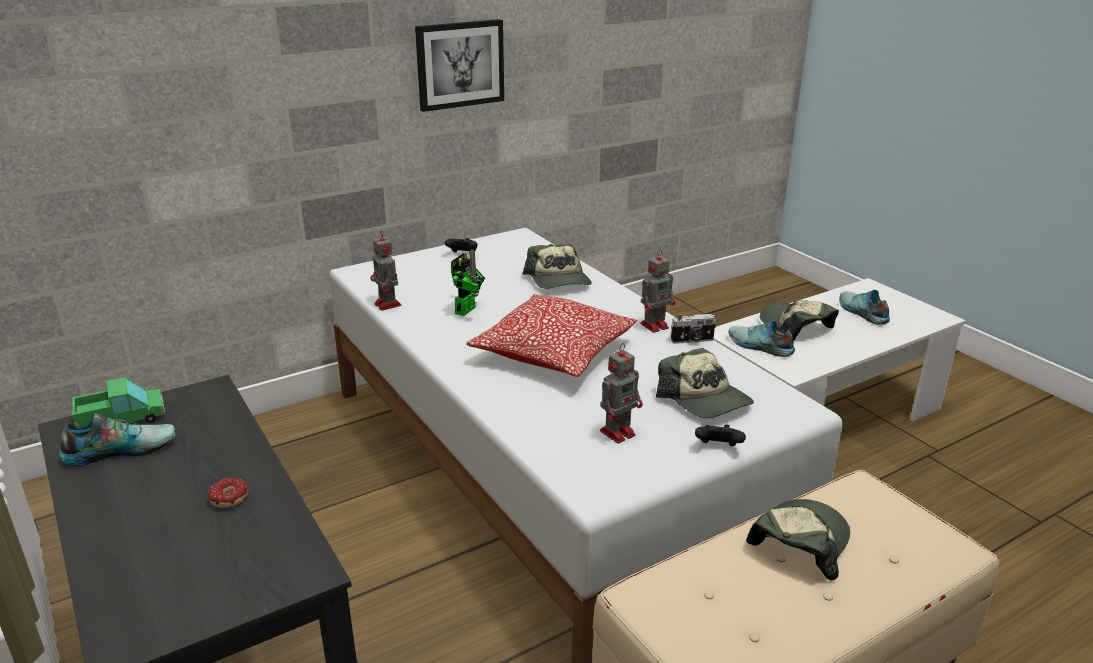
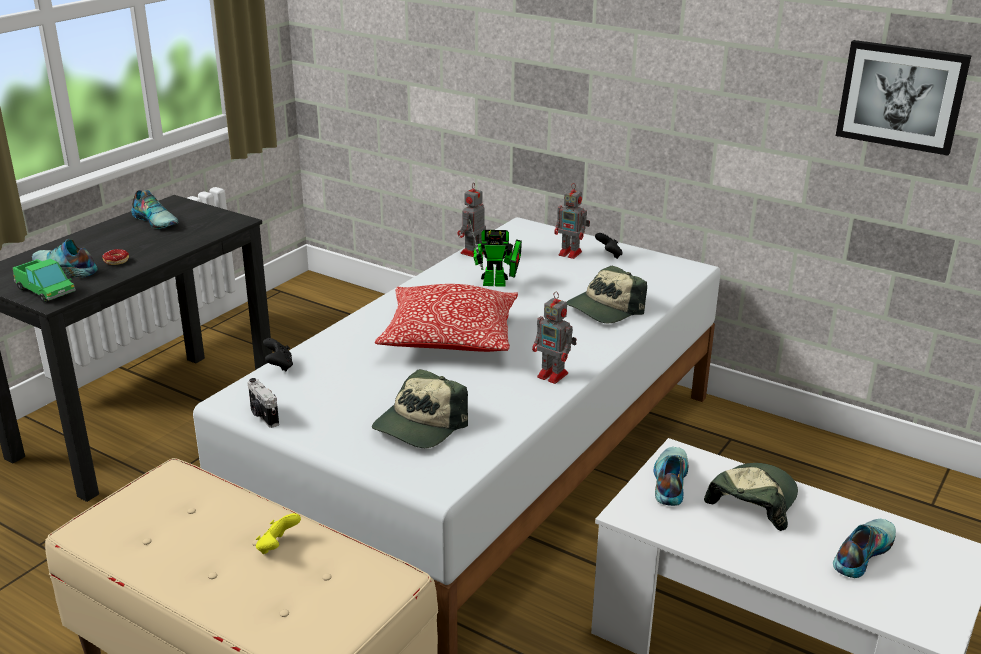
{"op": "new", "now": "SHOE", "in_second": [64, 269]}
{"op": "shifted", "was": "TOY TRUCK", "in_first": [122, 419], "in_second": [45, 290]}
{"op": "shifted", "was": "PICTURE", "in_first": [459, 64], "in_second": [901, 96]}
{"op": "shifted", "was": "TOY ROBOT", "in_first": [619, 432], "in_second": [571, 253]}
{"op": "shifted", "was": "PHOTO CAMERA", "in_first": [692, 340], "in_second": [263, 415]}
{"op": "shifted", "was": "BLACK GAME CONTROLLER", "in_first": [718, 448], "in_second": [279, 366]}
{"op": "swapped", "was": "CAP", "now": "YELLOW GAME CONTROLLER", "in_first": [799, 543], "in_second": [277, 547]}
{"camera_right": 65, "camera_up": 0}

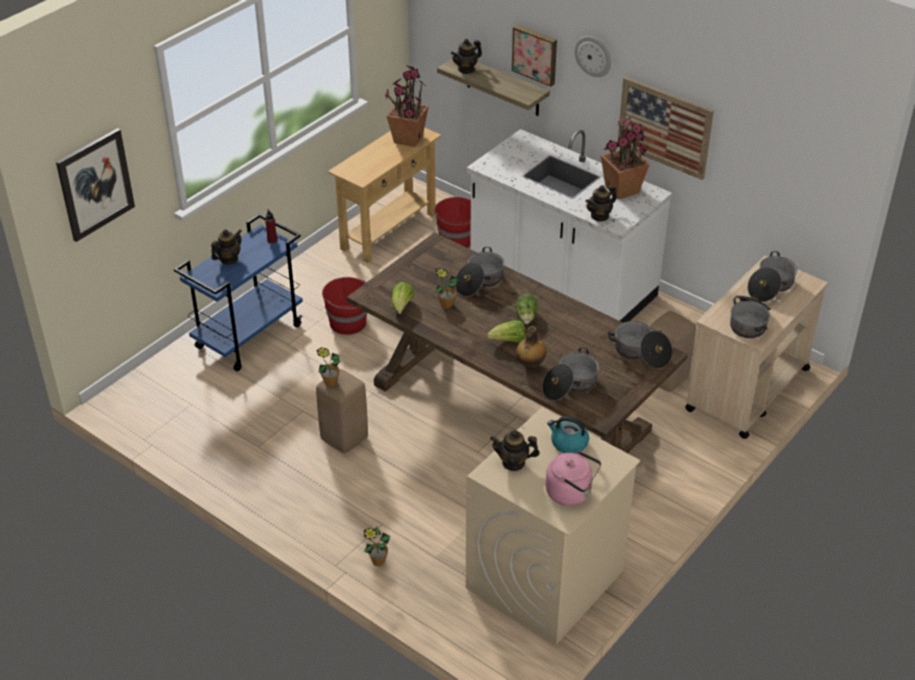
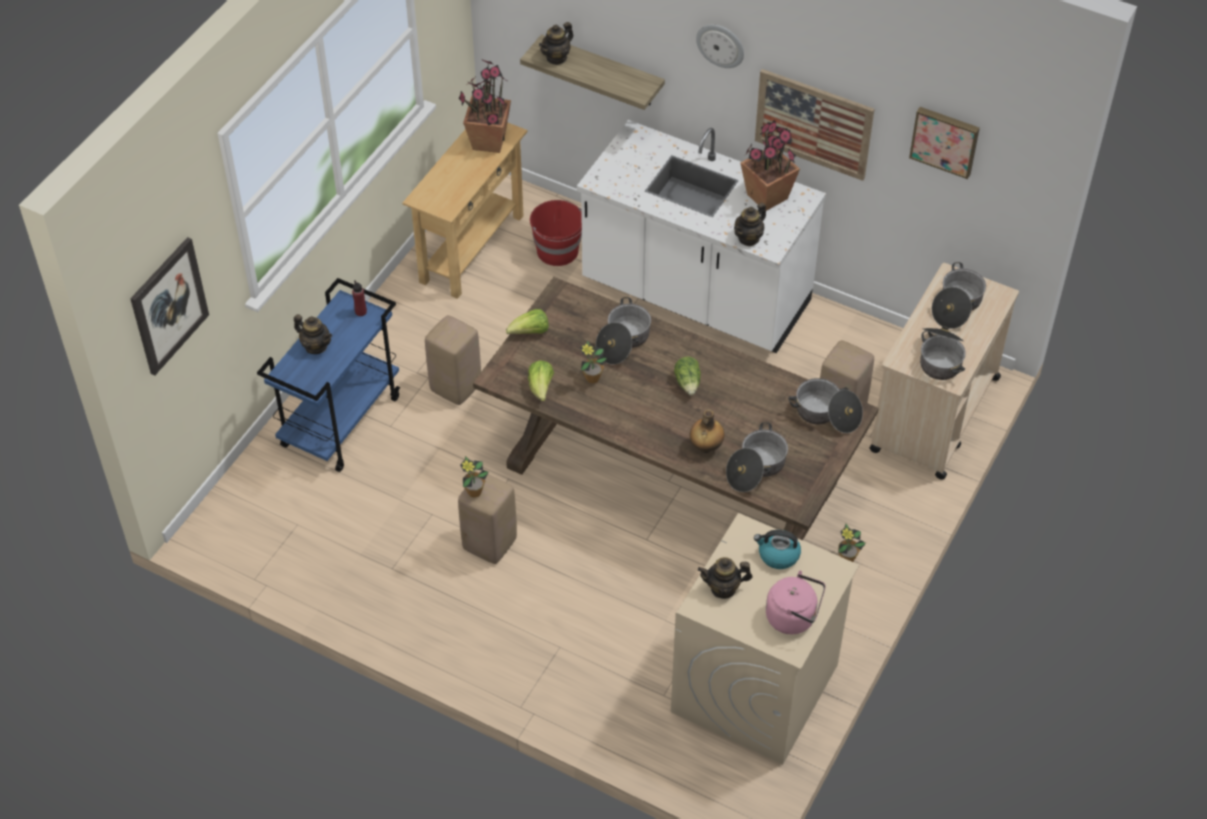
{"op": "shifted", "was": "POTTED PLANT", "in_first": [378, 561], "in_second": [847, 558]}
{"op": "shifted", "was": "LETTUCE", "in_first": [508, 341], "in_second": [530, 332]}
{"op": "shifted", "was": "PICTURE", "in_first": [535, 54], "in_second": [945, 140]}
{"op": "swapped", "was": "RED BUCKET", "now": "BEIGE STOOL", "in_first": [348, 323], "in_second": [455, 386]}
{"op": "rotated", "was": "TEAPOT", "in_first": [228, 259], "in_second": [316, 346], "clockwise": 90}
{"camera_right": -10, "camera_up": 10}

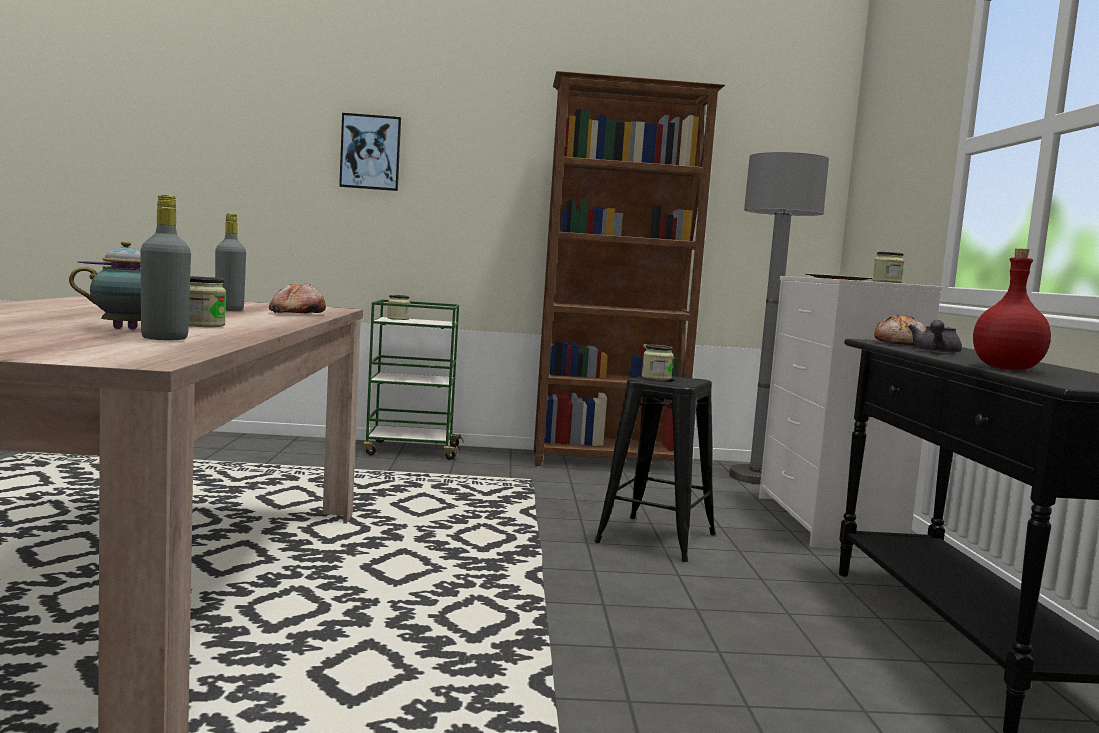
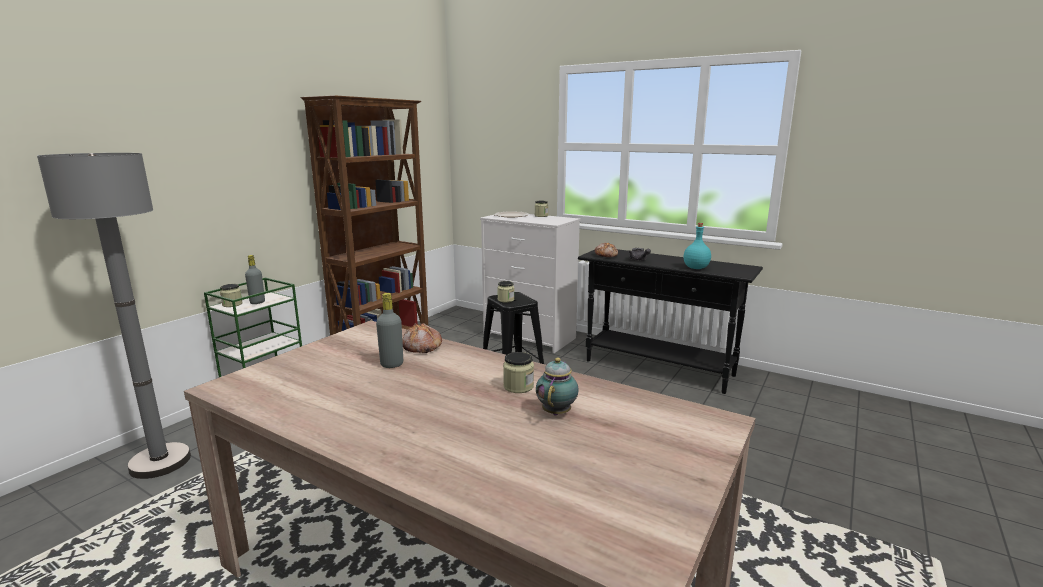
{"op": "gone", "was": "PICTURE", "in_first": [370, 152]}
{"op": "shifted", "was": "GREY BOTTLE", "in_first": [164, 338], "in_second": [257, 302]}
{"op": "shifted", "was": "GREY FLOOR LAMP", "in_first": [756, 477], "in_second": [160, 462]}
{"op": "repainted", "was": "RED BOTTLE", "now": "TURQUOISE BOTTLE", "in_first": [1005, 368], "in_second": [695, 268]}
{"camera_right": -55, "camera_up": 10}

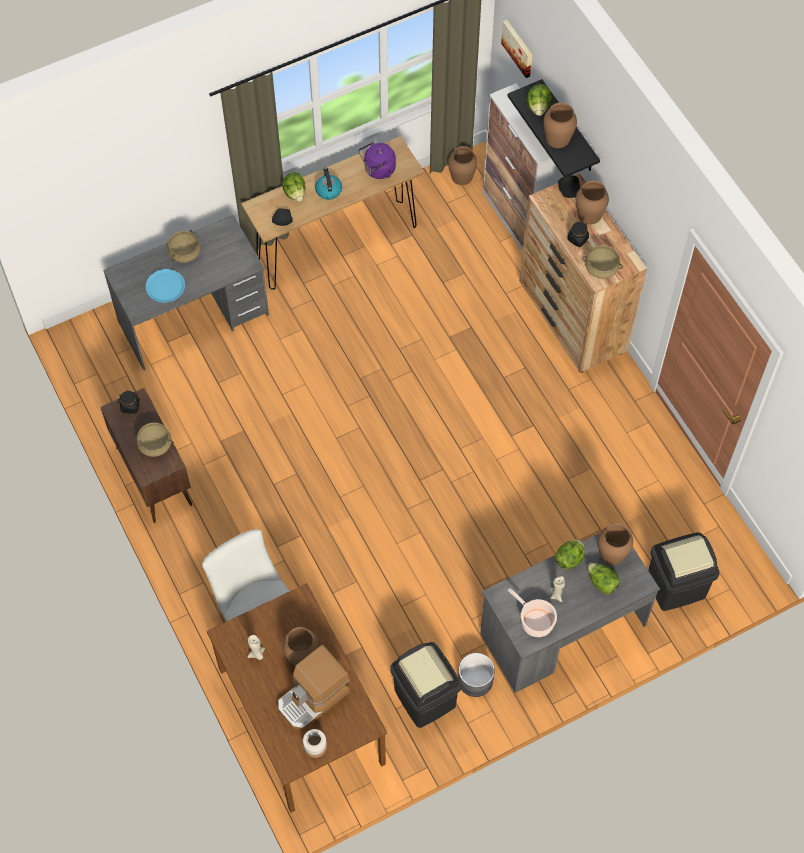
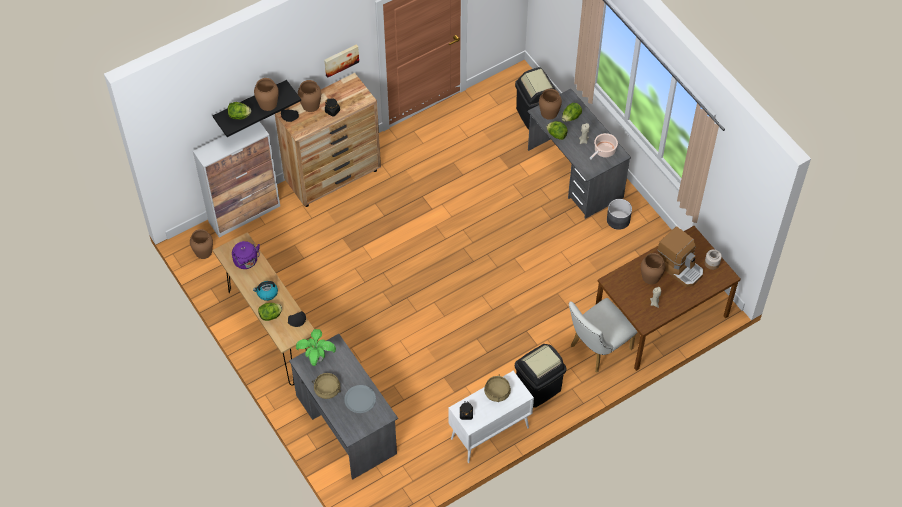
{"op": "gone", "was": "BEIGE COOKING POT", "in_first": [601, 268]}
{"op": "new", "now": "POTTED PLANT", "in_second": [317, 358]}
{"op": "shifted", "was": "BLACK TRASH CAN", "in_first": [424, 698], "in_second": [538, 388]}
{"op": "shifted", "was": "PICTURE", "in_first": [518, 48], "in_second": [341, 59]}
{"op": "repainted", "was": "BROWN CABINET", "now": "WHITE CABINET", "in_first": [153, 475], "in_second": [489, 434]}
{"op": "repainted", "was": "BLUE PLATE", "now": "GREY PLATE", "in_first": [165, 286], "in_second": [360, 399]}
{"camera_right": -95, "camera_up": -5}

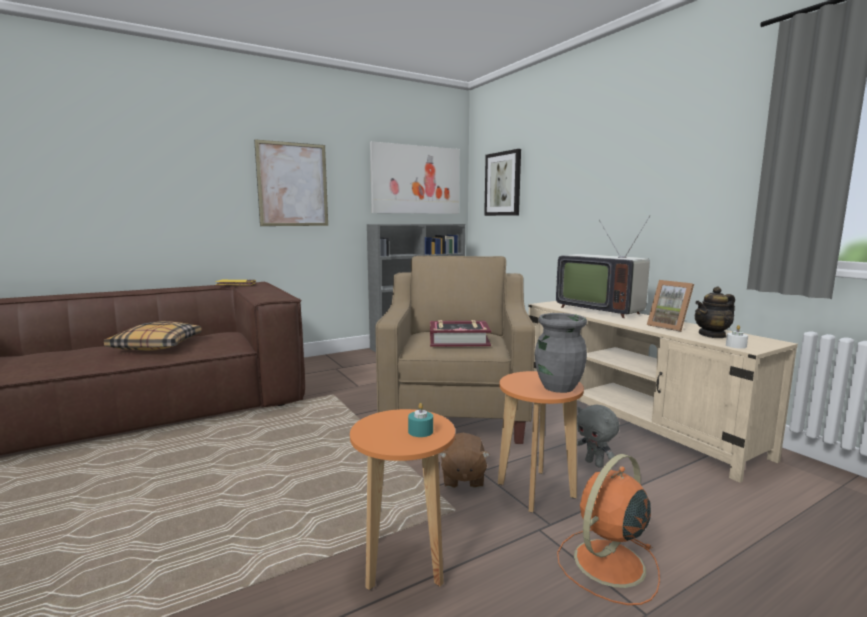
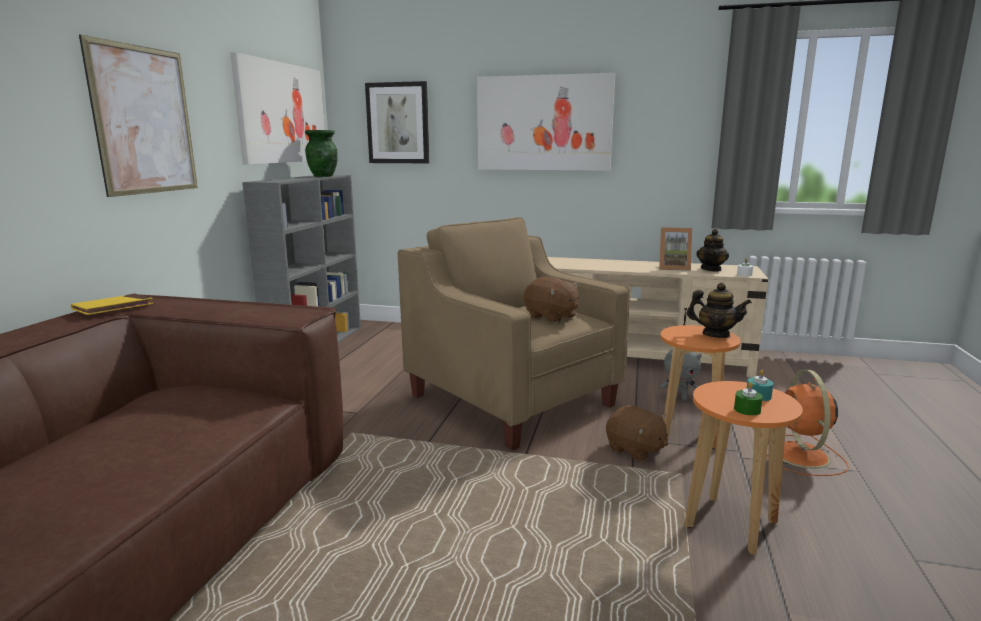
{"op": "gone", "was": "PILLOW", "in_first": [156, 346]}
{"op": "gone", "was": "TELEVISION", "in_first": [599, 310]}
{"op": "new", "now": "GREEN VASE", "in_second": [323, 176]}
{"op": "new", "now": "PICTURE", "in_second": [544, 123]}
{"op": "new", "now": "GREEN CANDLE", "in_second": [747, 410]}
{"op": "swapped", "was": "BOOK", "now": "BROWN PLUSH TOY", "in_first": [459, 340], "in_second": [551, 317]}
{"op": "swapped", "was": "GREY VASE", "now": "TEAPOT", "in_first": [558, 387], "in_second": [715, 335]}
{"camera_right": -45, "camera_up": 5}

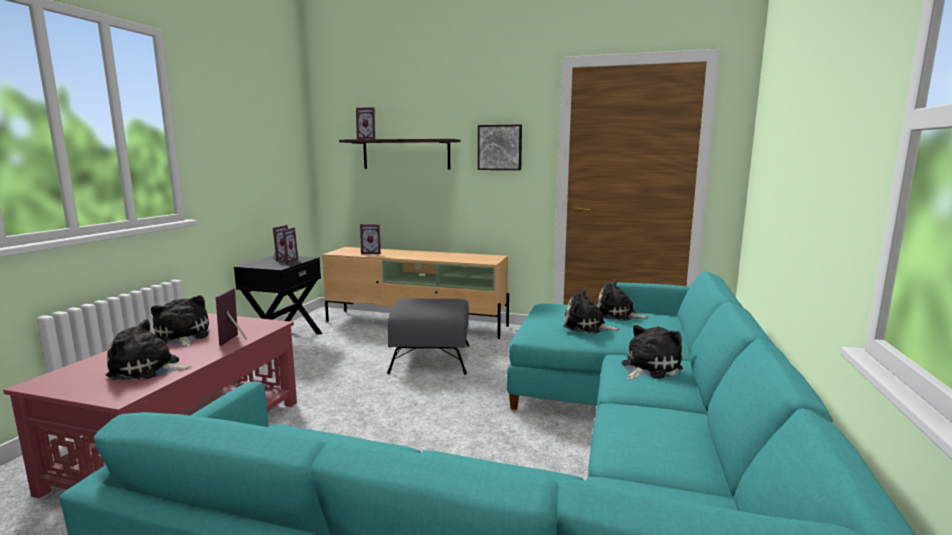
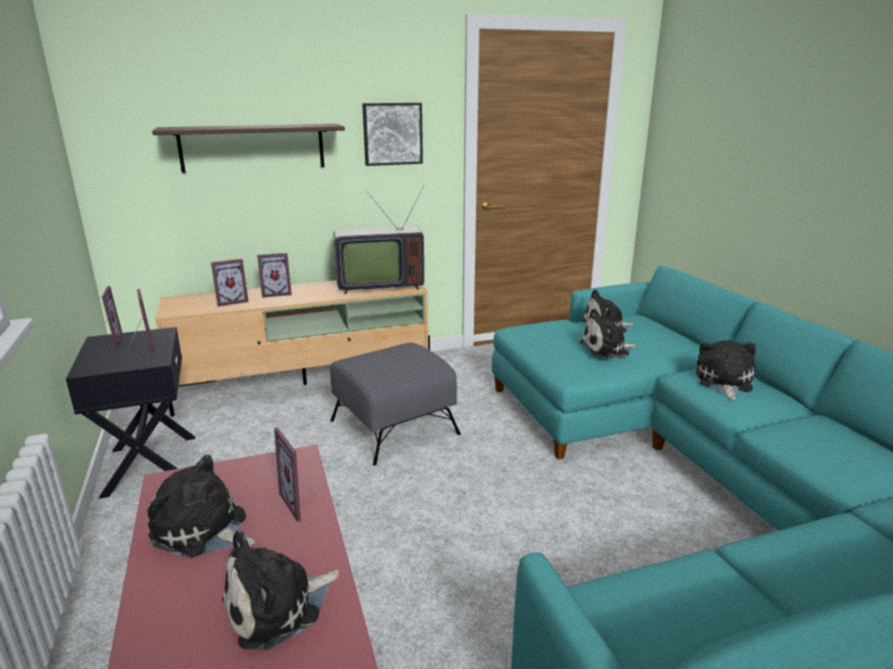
{"op": "new", "now": "TELEVISION", "in_second": [378, 285]}
{"op": "shifted", "was": "PICTURE FRAME", "in_first": [368, 139], "in_second": [276, 293]}
{"camera_right": -35, "camera_up": 10}

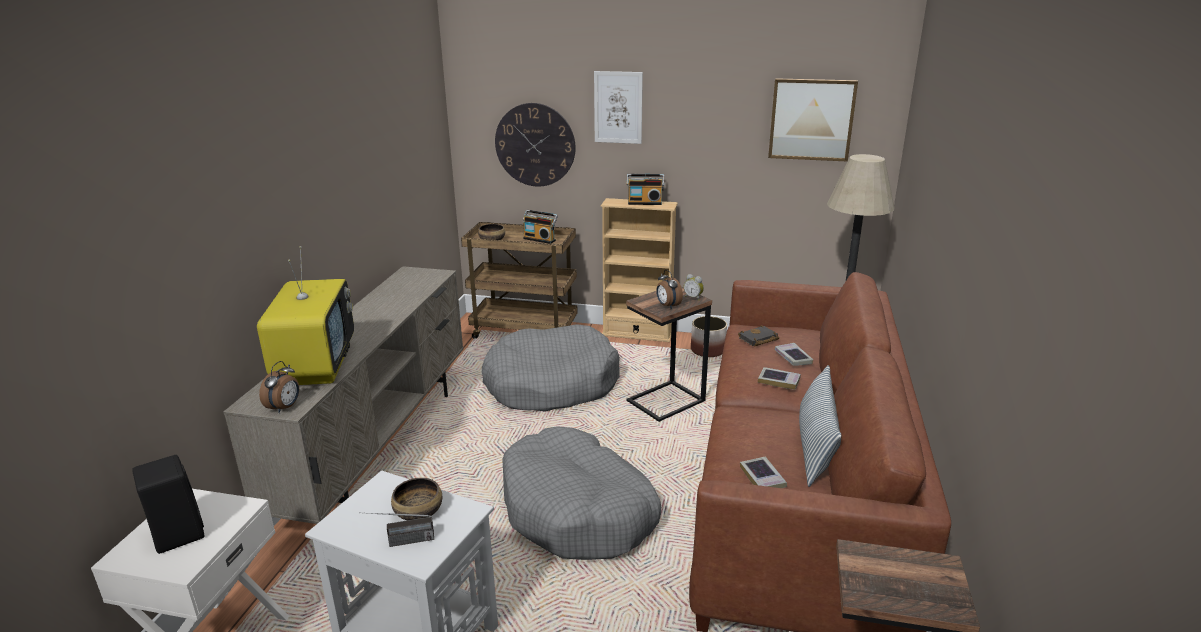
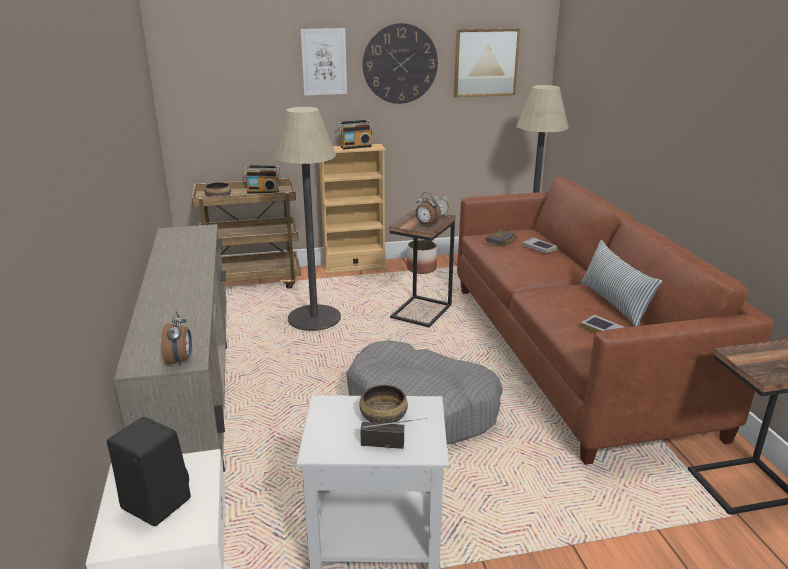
{"op": "gone", "was": "TELEVISION", "in_first": [316, 366]}
{"op": "gone", "was": "BOOK", "in_first": [779, 381]}
{"op": "shifted", "was": "WALL CLOCK", "in_first": [535, 145], "in_second": [400, 64]}
{"op": "swapped", "was": "GREY DOG BED", "now": "FLOOR LAMP", "in_first": [551, 384], "in_second": [314, 318]}
{"op": "rotated", "was": "RADIO", "in_first": [399, 542], "in_second": [394, 444], "clockwise": -135}
{"camera_right": -25, "camera_up": 0}

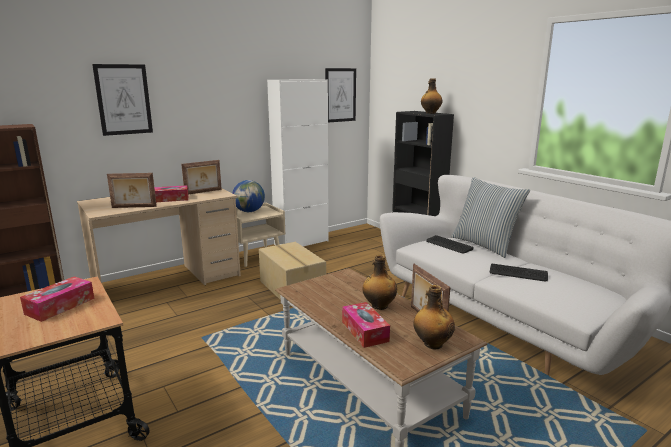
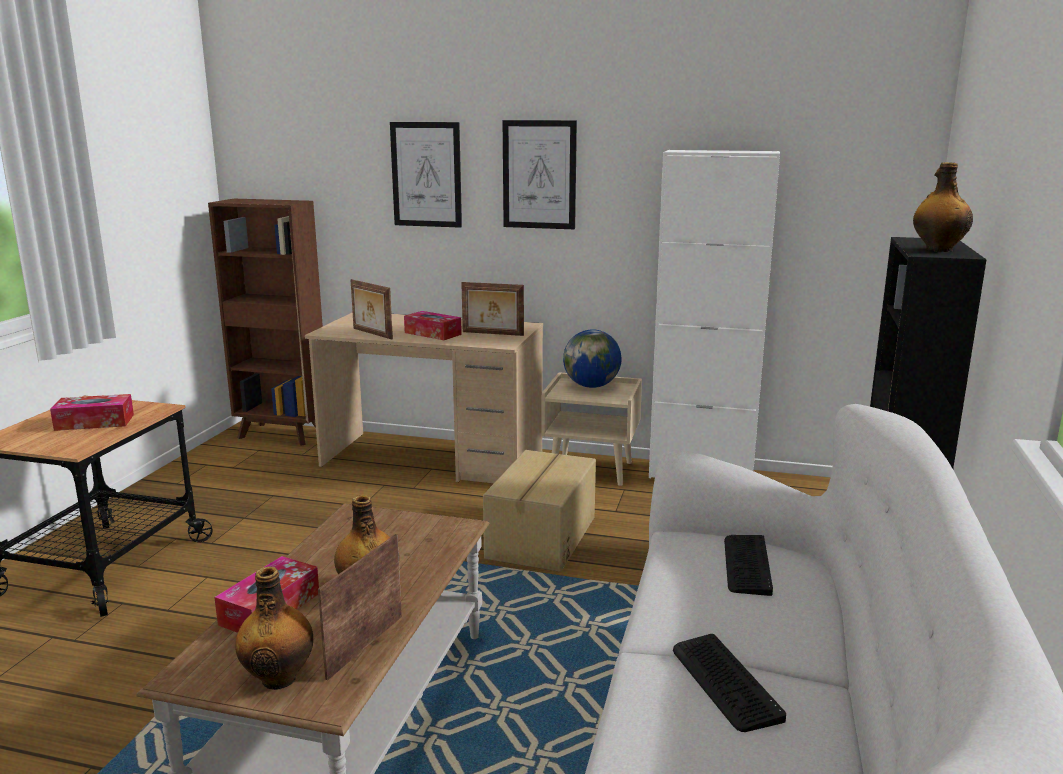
{"op": "gone", "was": "PILLOW", "in_first": [484, 245]}
{"op": "shifted", "was": "PICTURE", "in_first": [340, 95], "in_second": [539, 175]}
{"camera_right": 50, "camera_up": 0}

